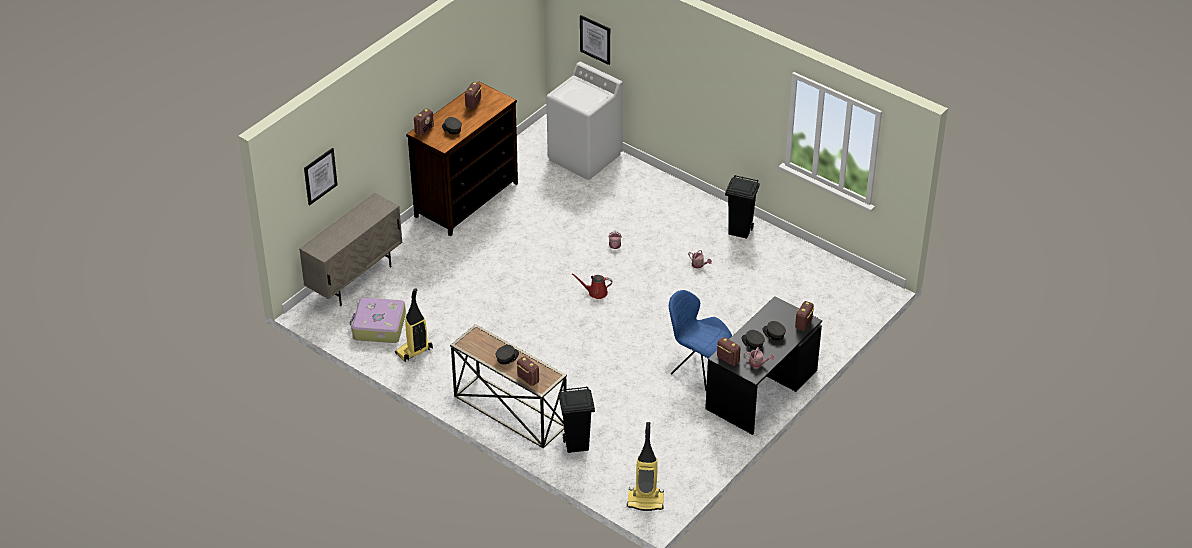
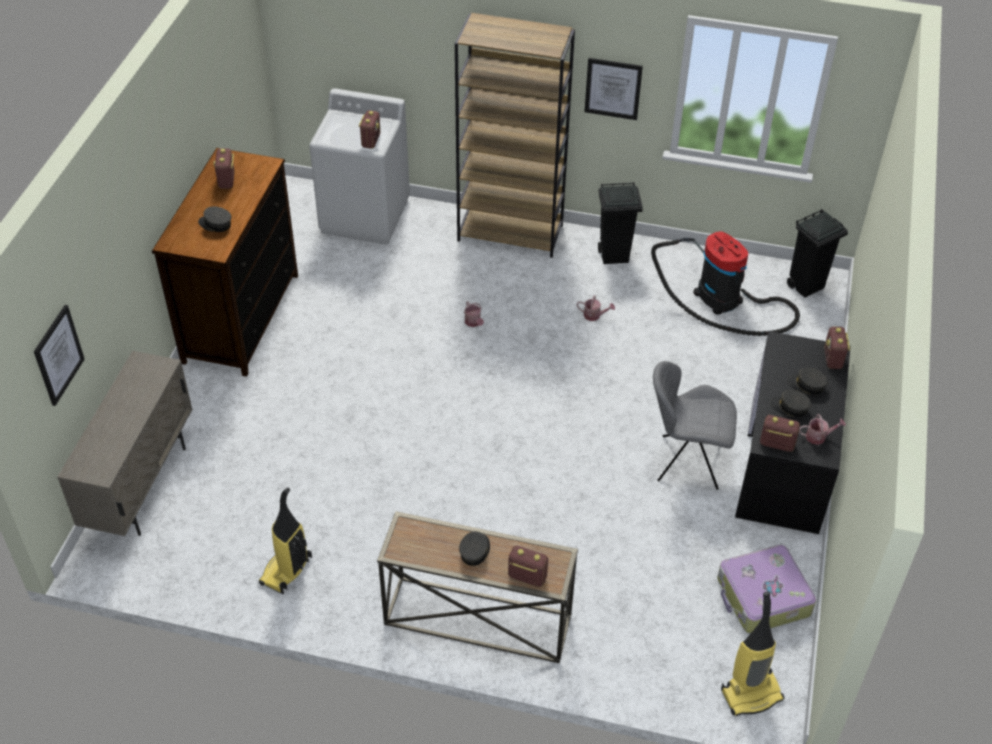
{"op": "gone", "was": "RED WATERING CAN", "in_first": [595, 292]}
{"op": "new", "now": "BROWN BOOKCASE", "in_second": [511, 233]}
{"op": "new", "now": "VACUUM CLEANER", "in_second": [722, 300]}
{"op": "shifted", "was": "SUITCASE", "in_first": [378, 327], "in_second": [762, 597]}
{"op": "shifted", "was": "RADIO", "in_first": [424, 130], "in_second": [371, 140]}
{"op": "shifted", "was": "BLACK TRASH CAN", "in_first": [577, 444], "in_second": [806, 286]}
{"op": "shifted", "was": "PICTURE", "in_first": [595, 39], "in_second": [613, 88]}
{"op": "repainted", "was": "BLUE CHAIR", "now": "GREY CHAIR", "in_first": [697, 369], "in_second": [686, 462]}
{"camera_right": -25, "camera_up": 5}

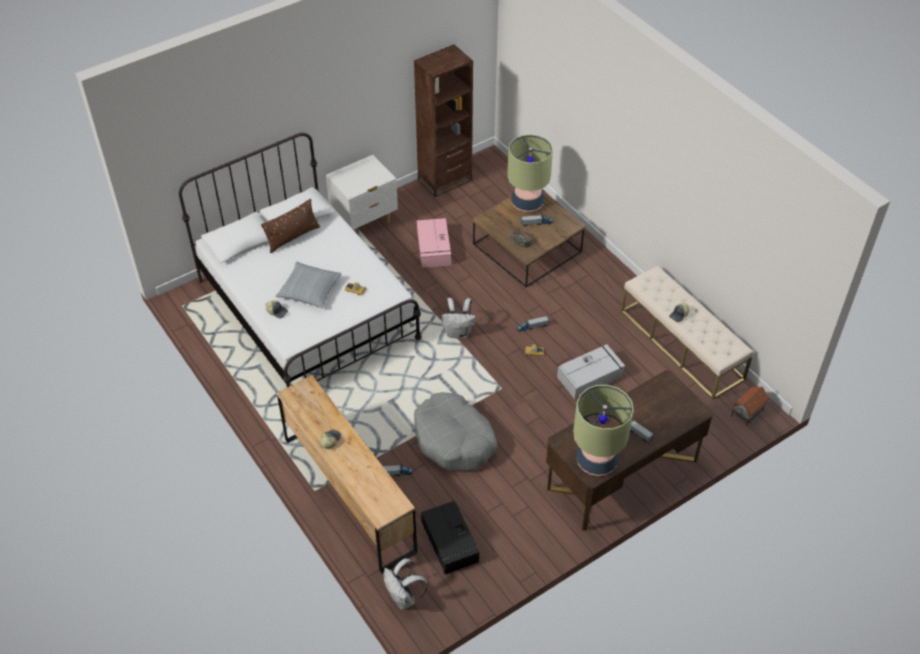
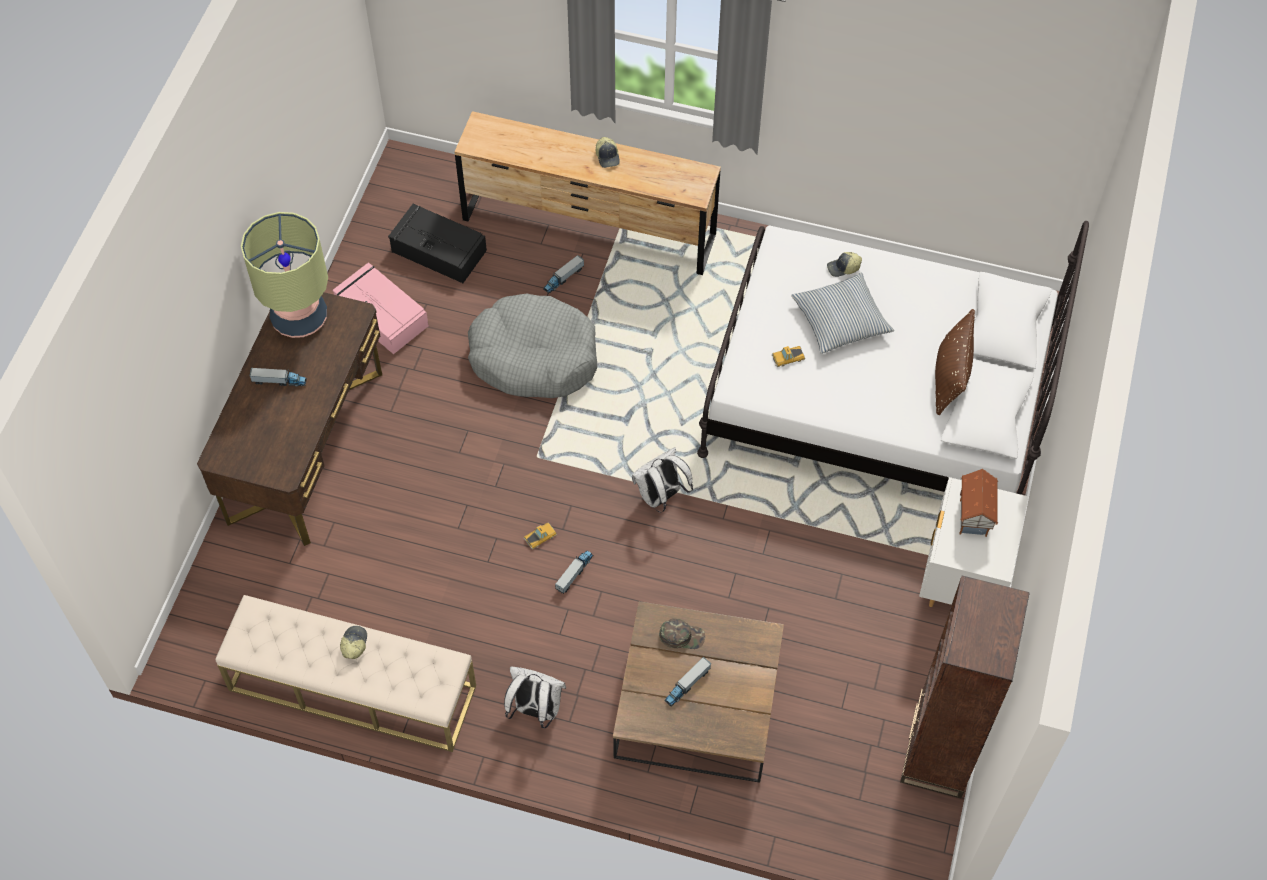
{"op": "gone", "was": "TABLE LAMP", "in_first": [527, 203]}
{"op": "gone", "was": "GREY STORAGE BOX", "in_first": [590, 376]}
{"op": "shifted", "was": "WHITE BACKPACK", "in_first": [404, 598], "in_second": [535, 710]}
{"op": "shifted", "was": "PINK STORAGE BOX", "in_first": [434, 248], "in_second": [381, 314]}
{"op": "shifted", "was": "TOY HOUSE", "in_first": [747, 413], "in_second": [975, 514]}
{"camera_right": 140, "camera_up": 10}

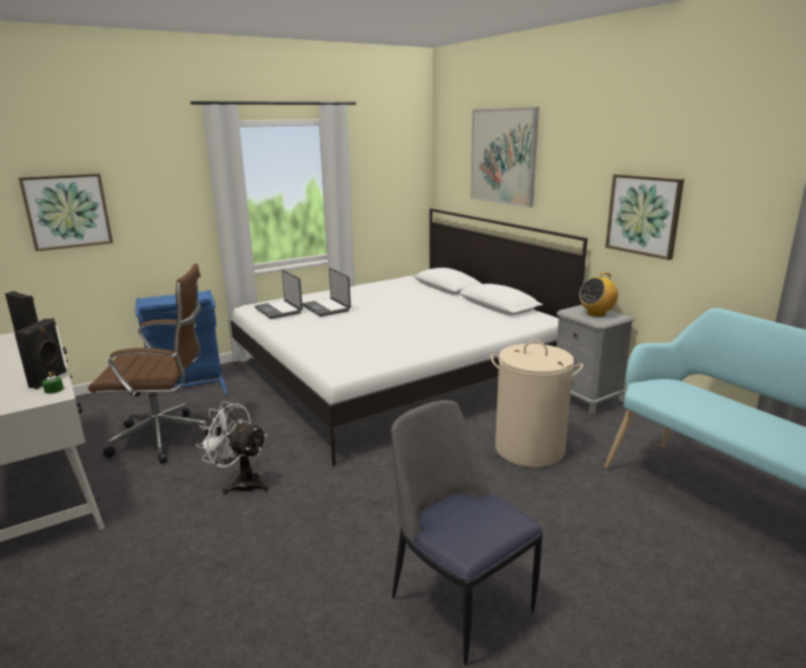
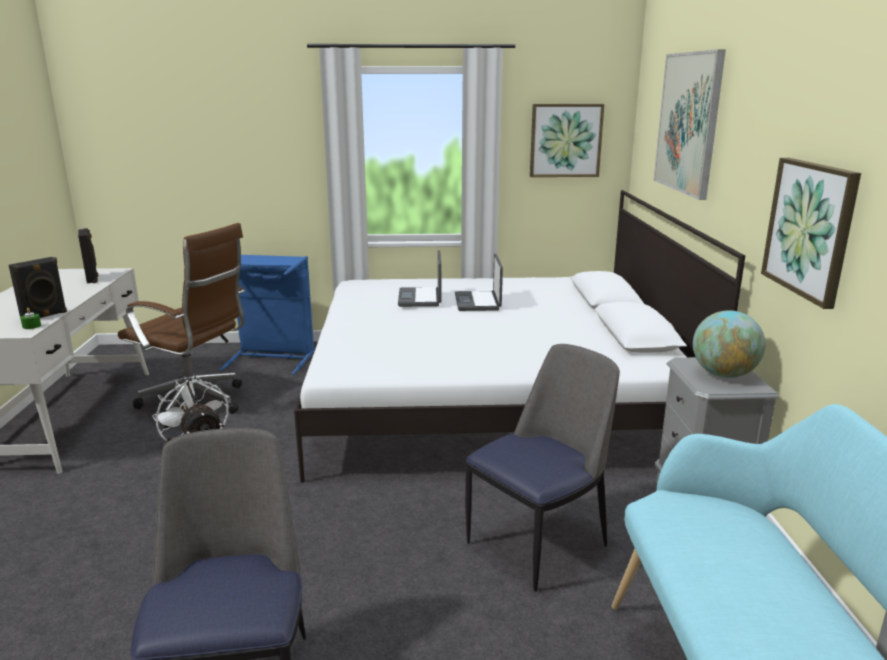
{"op": "shifted", "was": "PICTURE", "in_first": [67, 211], "in_second": [565, 140]}
{"op": "shifted", "was": "LAPTOP", "in_first": [279, 310], "in_second": [478, 302]}
{"op": "swapped", "was": "BEIGE LAUNDRY BASKET", "now": "CHAIR", "in_first": [529, 449], "in_second": [539, 542]}
{"op": "swapped", "was": "RADIO", "now": "GLOBE", "in_first": [596, 314], "in_second": [724, 374]}
{"camera_right": 30, "camera_up": 0}

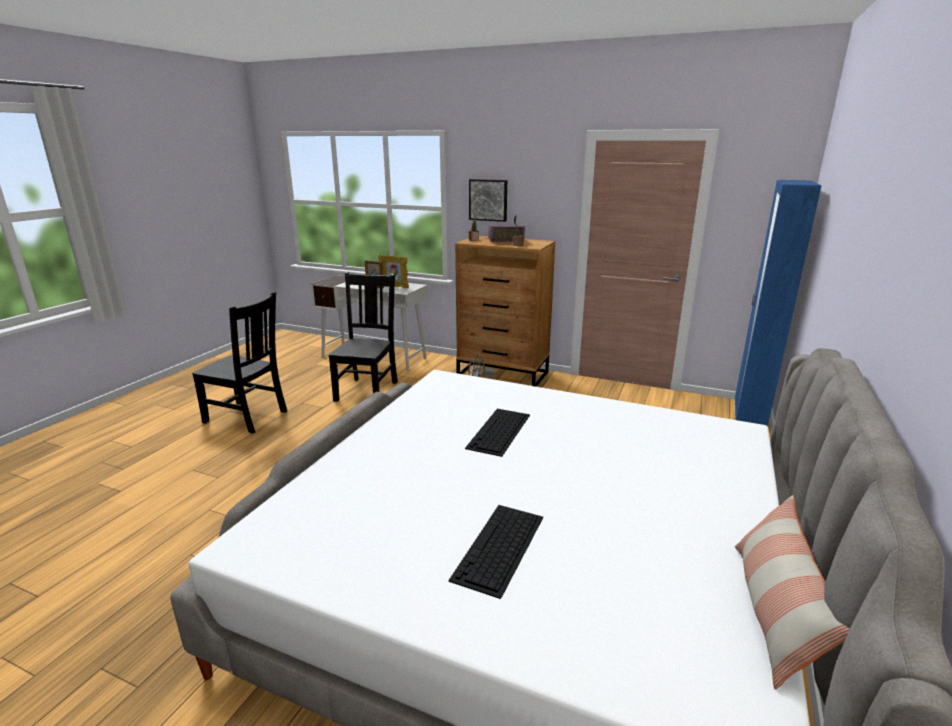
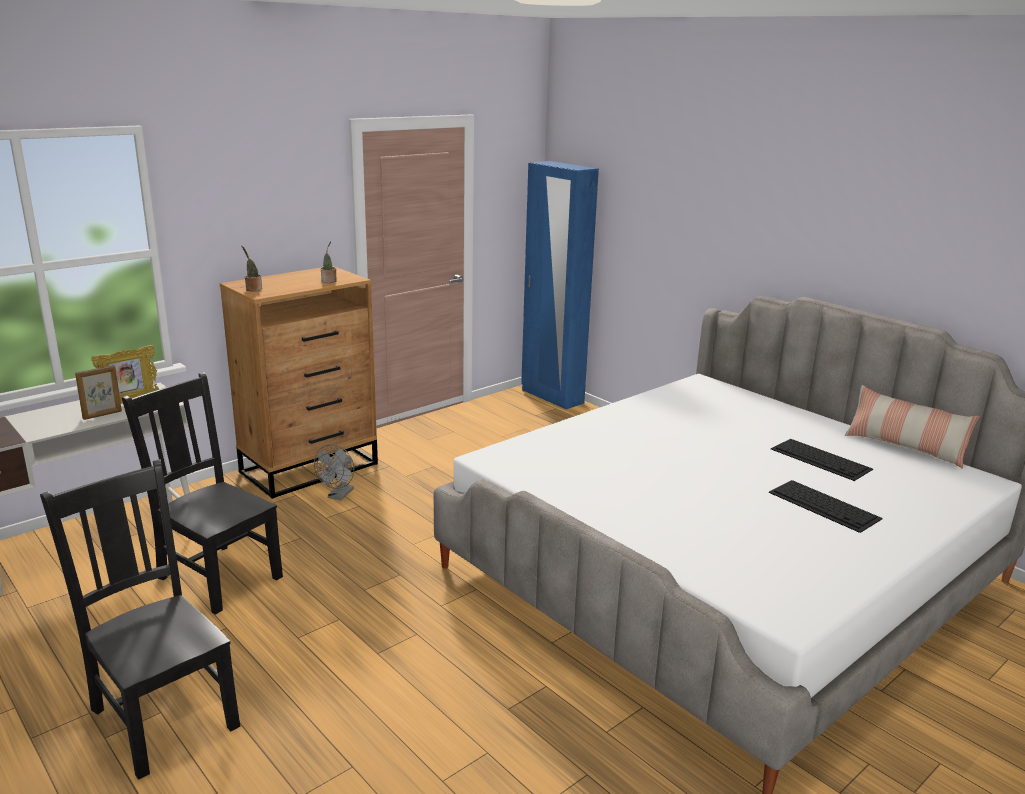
{"op": "gone", "was": "PICTURE", "in_first": [488, 200]}
{"op": "gone", "was": "RADIO", "in_first": [506, 241]}
{"op": "shifted", "was": "KEYBOARD", "in_first": [499, 431], "in_second": [821, 459]}
{"op": "rotated", "was": "BLACK CHAIR", "in_first": [248, 417], "in_second": [163, 715], "clockwise": -90}
{"camera_right": -65, "camera_up": 0}

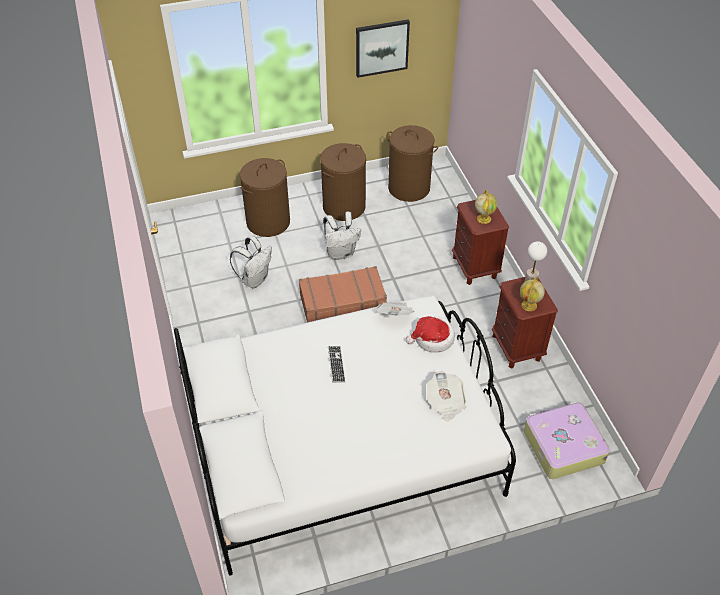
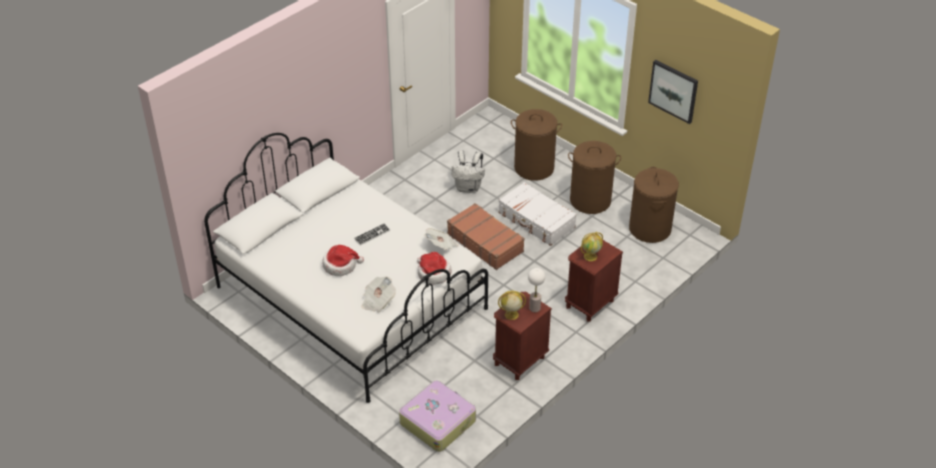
{"op": "new", "now": "HAT", "in_second": [341, 265]}
{"op": "swapped", "was": "WHITE BACKPACK", "now": "WHITE SUITCASE", "in_first": [341, 253], "in_second": [536, 221]}
{"camera_right": 60, "camera_up": -5}

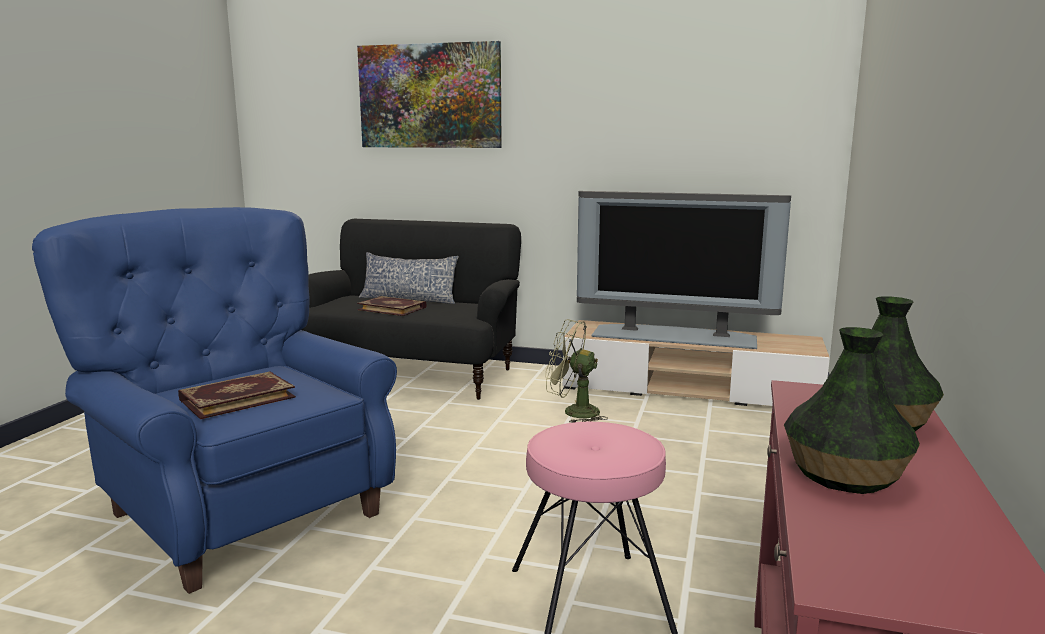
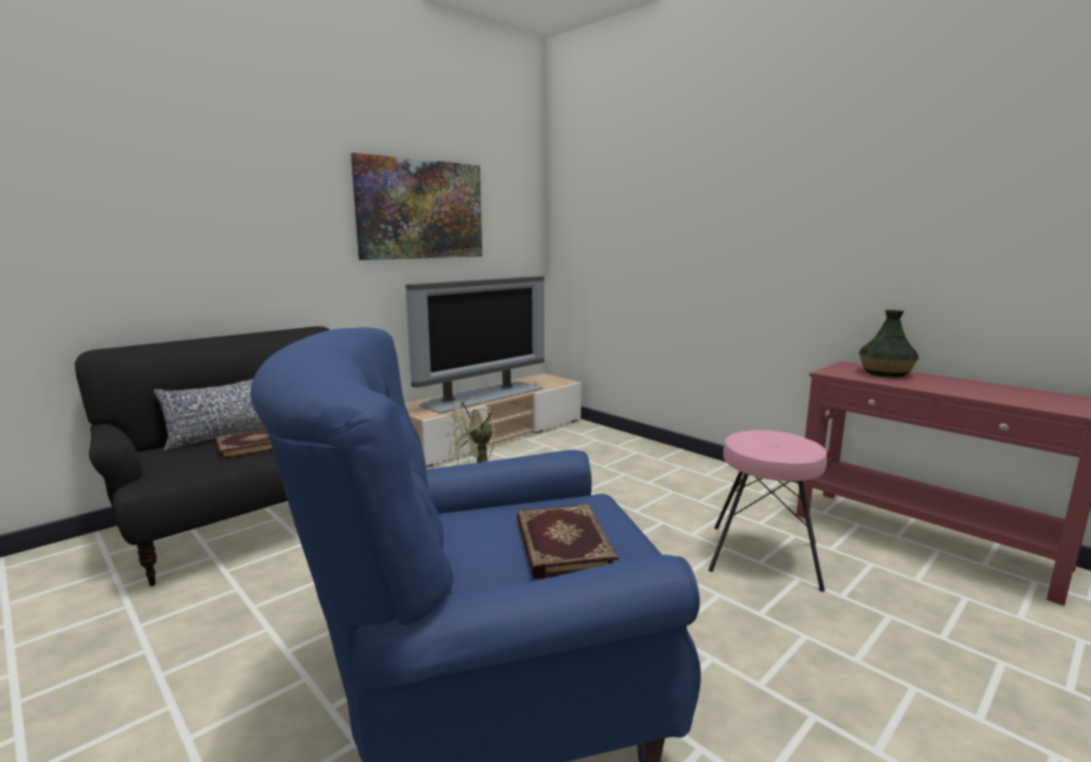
{"op": "gone", "was": "VASE", "in_first": [844, 474]}
{"op": "shifted", "was": "PICTURE", "in_first": [430, 96], "in_second": [421, 209]}
{"camera_right": -60, "camera_up": 0}

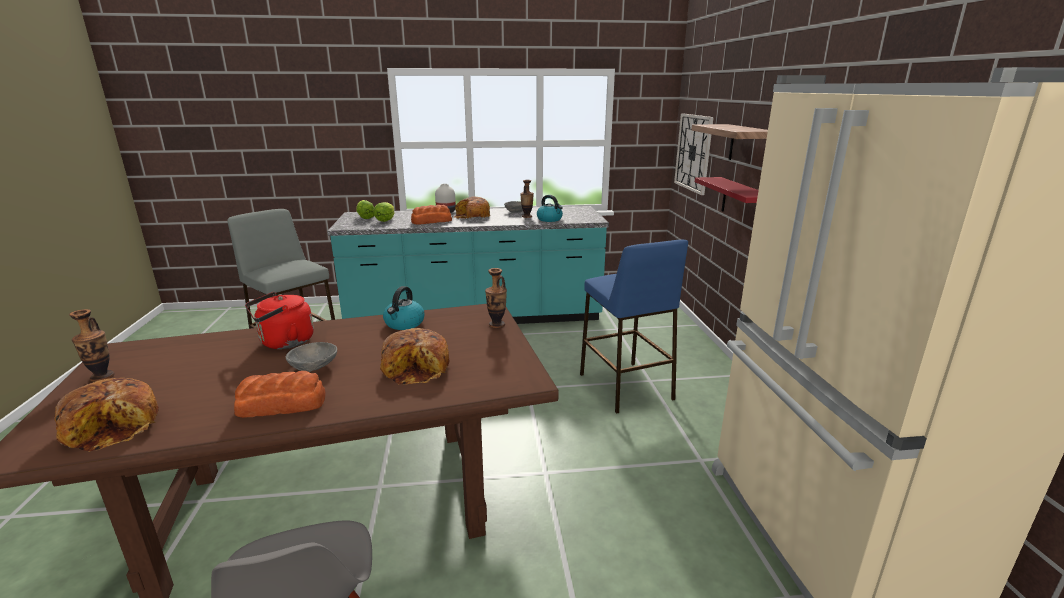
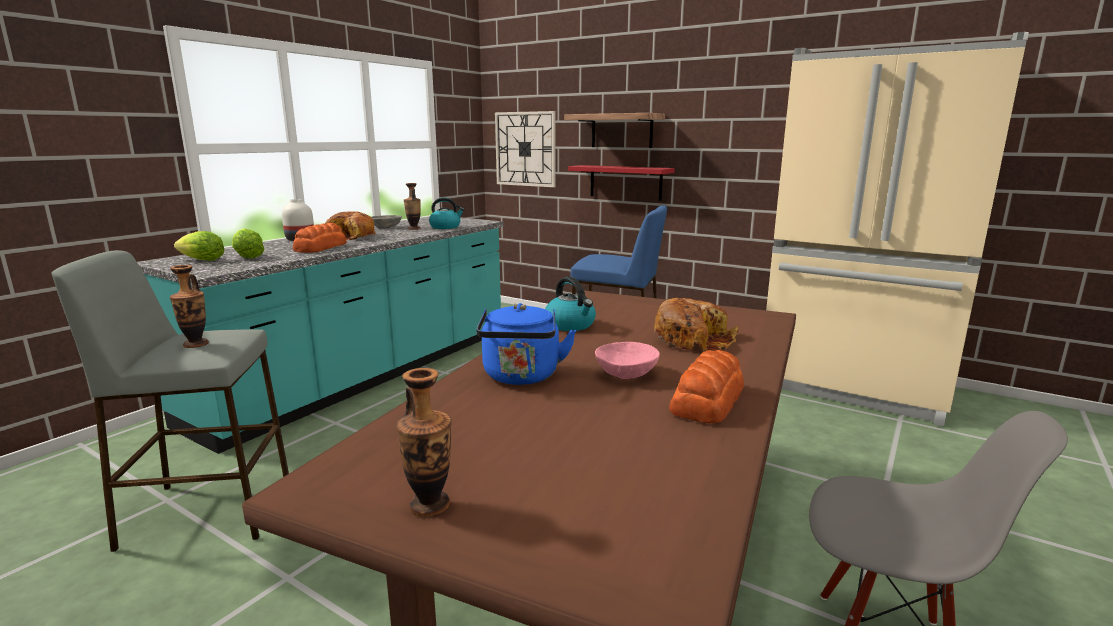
{"op": "gone", "was": "BREAD", "in_first": [115, 426]}
{"op": "shifted", "was": "VASE", "in_first": [497, 325], "in_second": [196, 344]}
{"op": "repainted", "was": "RED KETTLE", "now": "BLUE KETTLE", "in_first": [284, 343], "in_second": [521, 377]}
{"op": "repainted", "was": "GREY BOWL", "now": "PINK BOWL", "in_first": [315, 367], "in_second": [627, 374]}
{"camera_right": -50, "camera_up": -5}

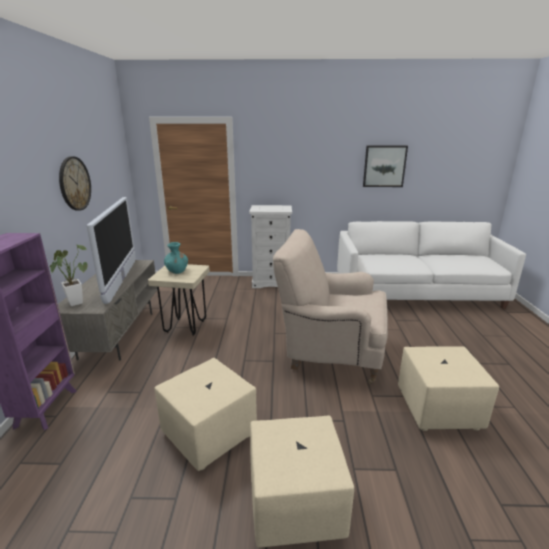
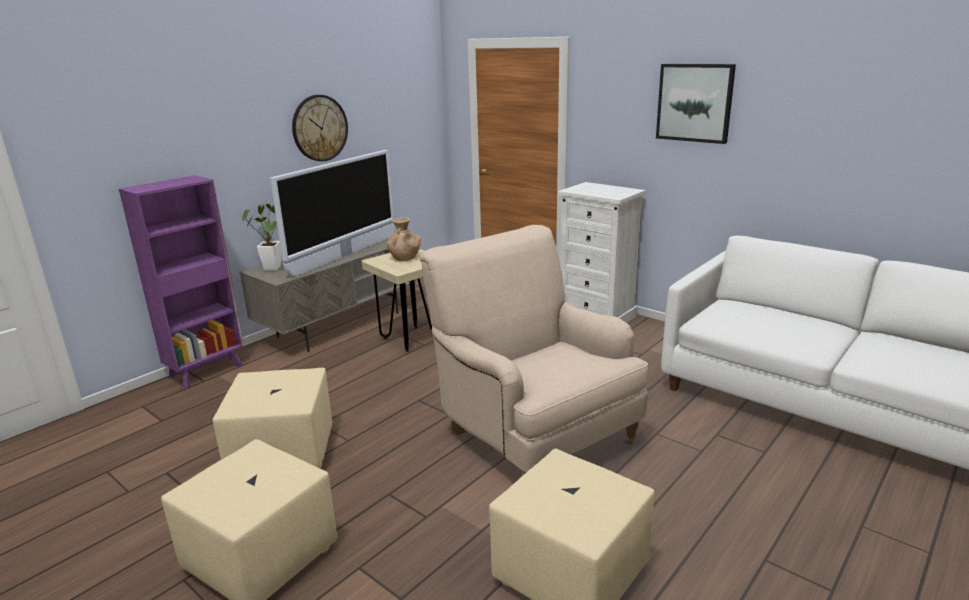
{"op": "shifted", "was": "PICTURE", "in_first": [384, 166], "in_second": [694, 103]}
{"op": "repainted", "was": "TURQUOISE VASE", "now": "BROWN VASE", "in_first": [177, 271], "in_second": [404, 258]}
{"camera_right": 40, "camera_up": 0}

